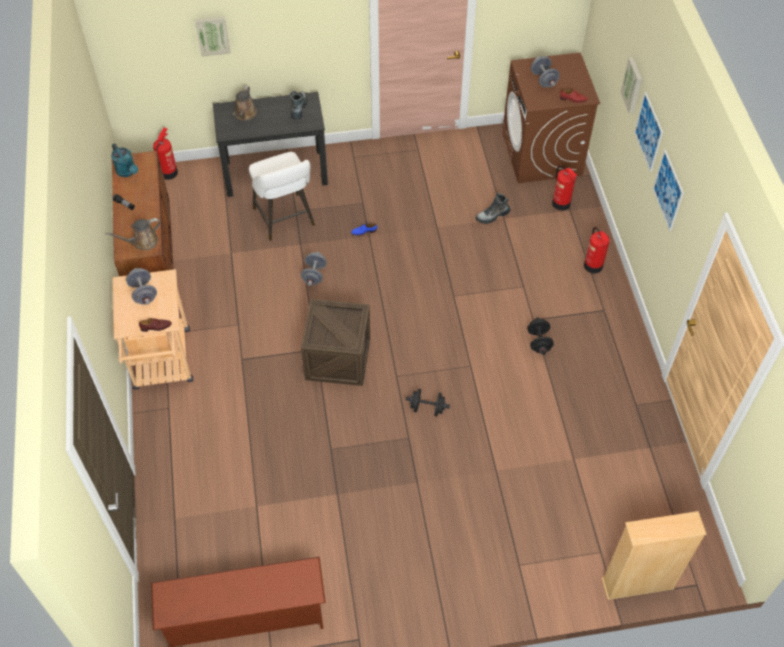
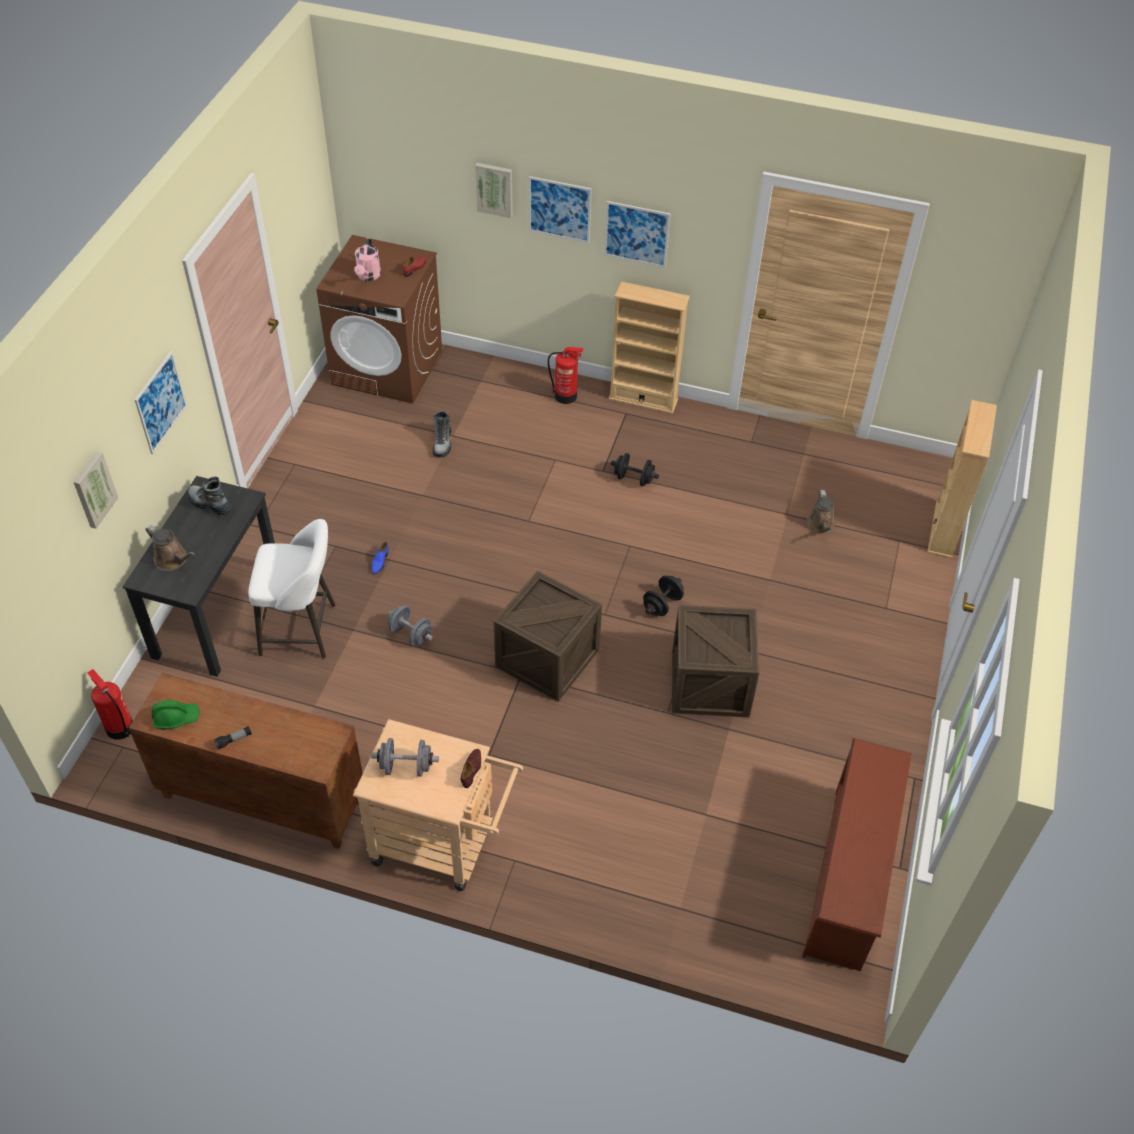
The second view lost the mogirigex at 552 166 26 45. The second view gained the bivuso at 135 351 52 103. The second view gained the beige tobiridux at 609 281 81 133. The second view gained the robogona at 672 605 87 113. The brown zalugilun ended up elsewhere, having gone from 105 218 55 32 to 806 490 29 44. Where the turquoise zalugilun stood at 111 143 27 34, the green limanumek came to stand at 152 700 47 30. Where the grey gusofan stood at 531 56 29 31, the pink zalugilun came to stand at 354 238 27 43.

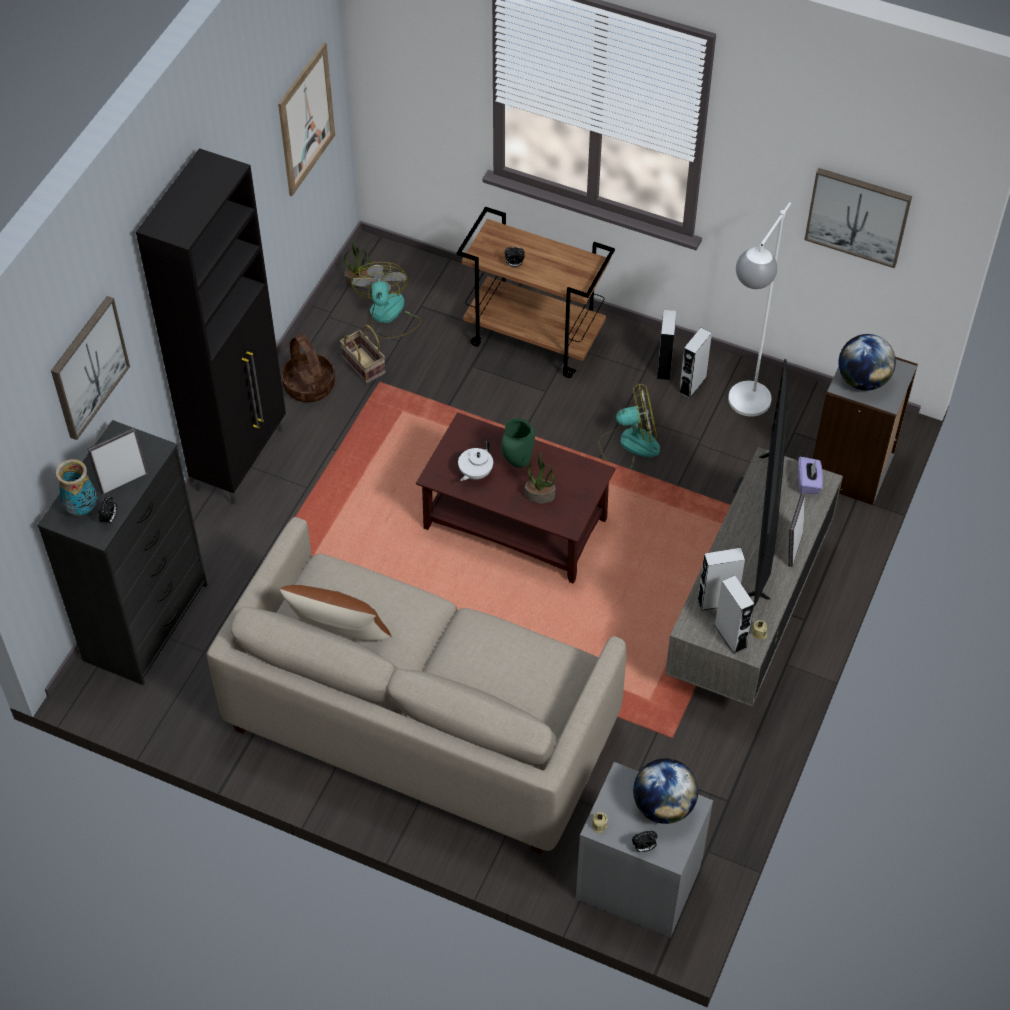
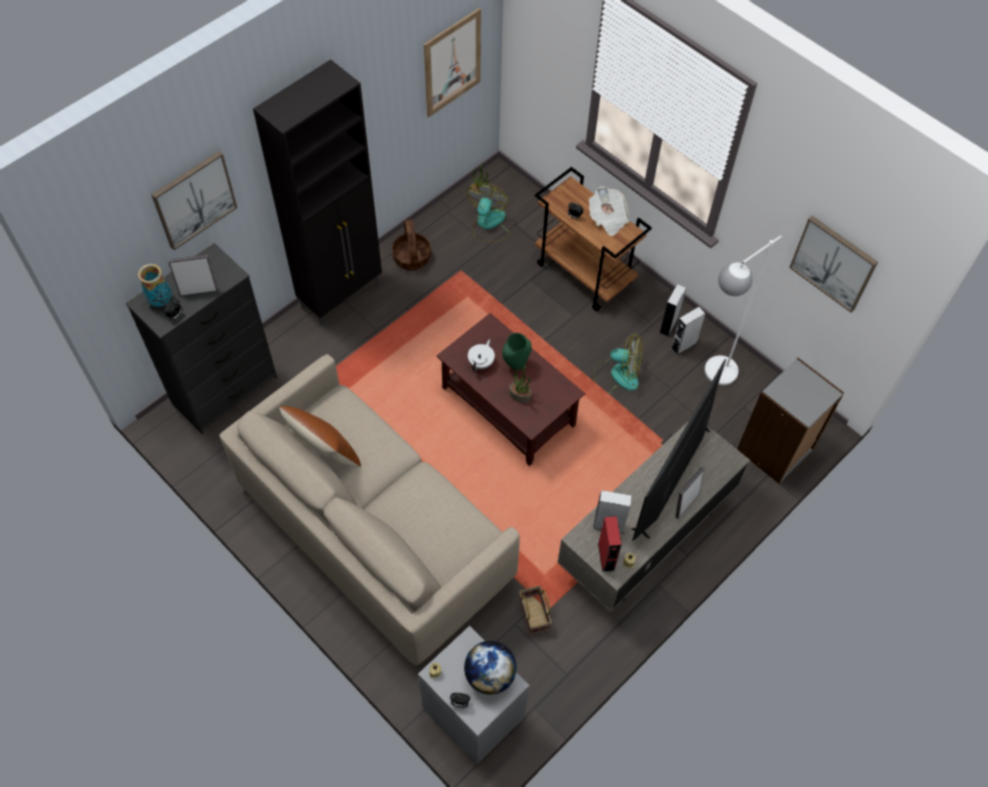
The second view lost the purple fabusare at 798 457 25 37. The second view lost the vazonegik at 839 334 57 56. The second view gained the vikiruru at 589 186 40 50. The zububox ended up elsewhere, having gone from 340 325 45 59 to 519 586 33 49. What was the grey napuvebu at 714 575 41 79 turned into the red napuvebu at 598 516 24 56. The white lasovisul at 458 441 35 40 ended up facing another way, 150 degrees clockwise from before.

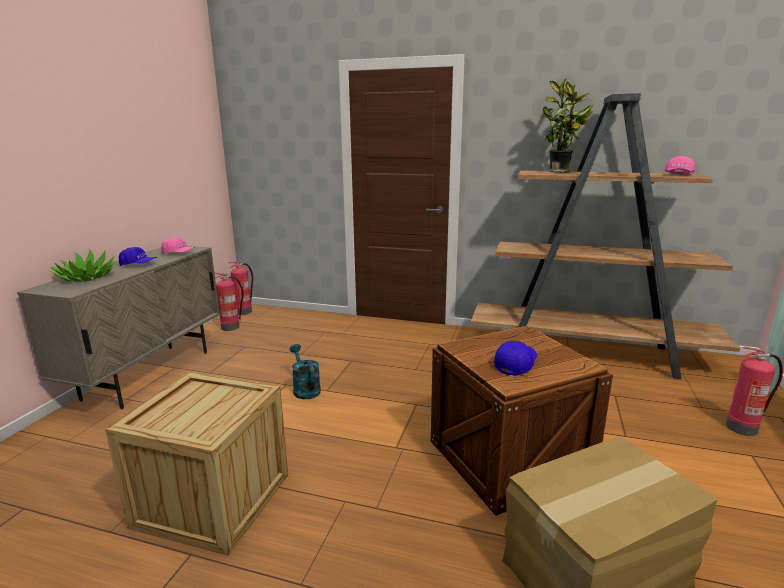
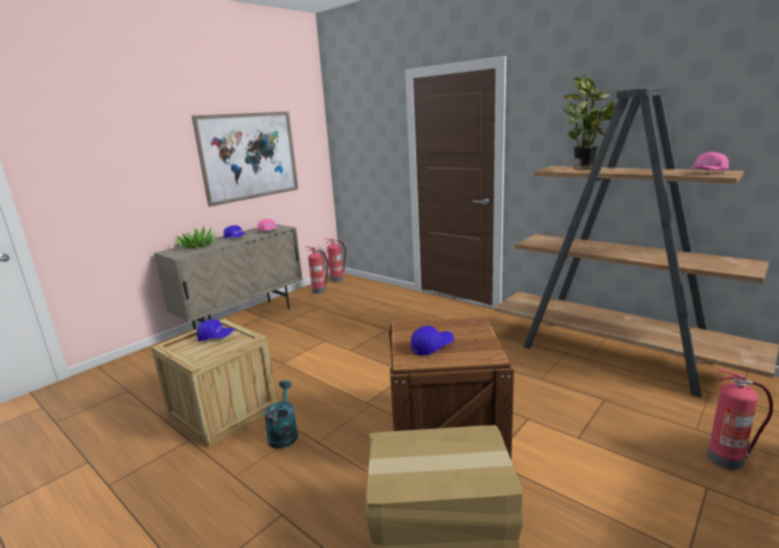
The second view gained the bivuso at 192 111 106 96. The second view gained the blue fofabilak at 197 319 37 22. The turquoise zalugilun ended up elsewhere, having gone from 290 344 31 55 to 264 380 34 69.

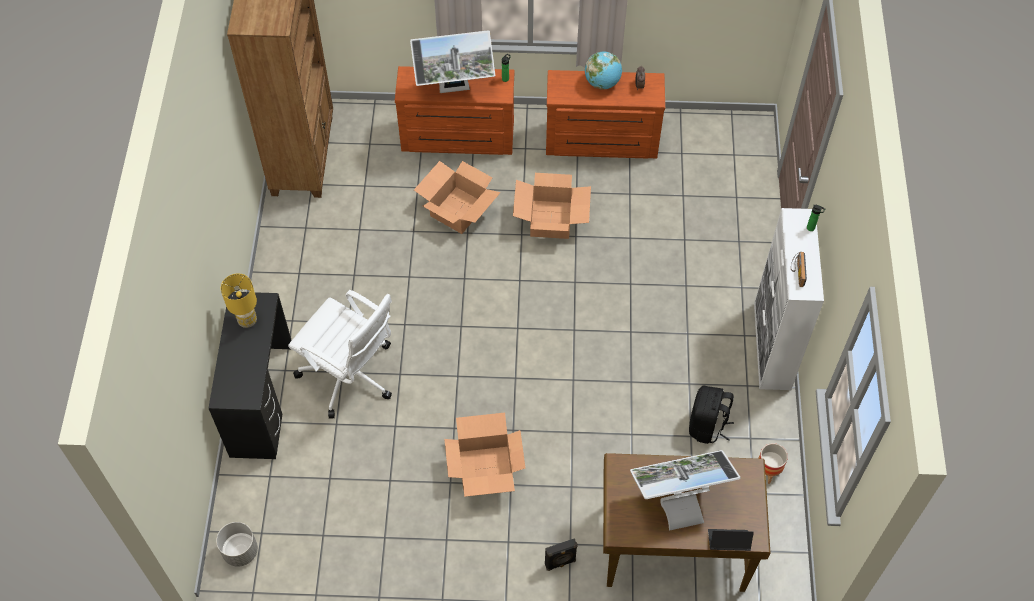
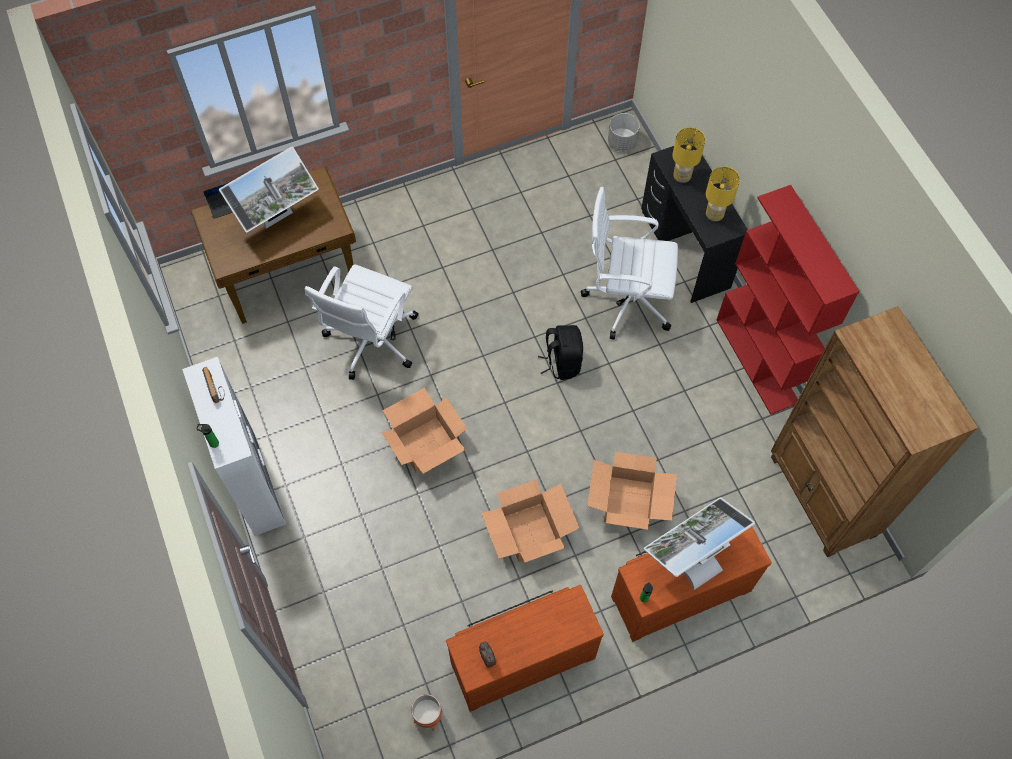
The second view lost the black napuvebu at 545 538 33 33. The second view lost the vazonegik at 585 52 37 38. The second view gained the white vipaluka at 305 264 114 116. The second view gained the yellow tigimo at 672 127 33 56. The second view gained the red tobiridux at 716 185 144 230. The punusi ended up elsewhere, having gone from 444 413 81 84 to 382 388 85 86. The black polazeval ended up elsewhere, having gone from 689 386 45 58 to 538 325 45 55. The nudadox ended up elsewhere, having gone from 758 443 30 41 to 411 694 32 37.

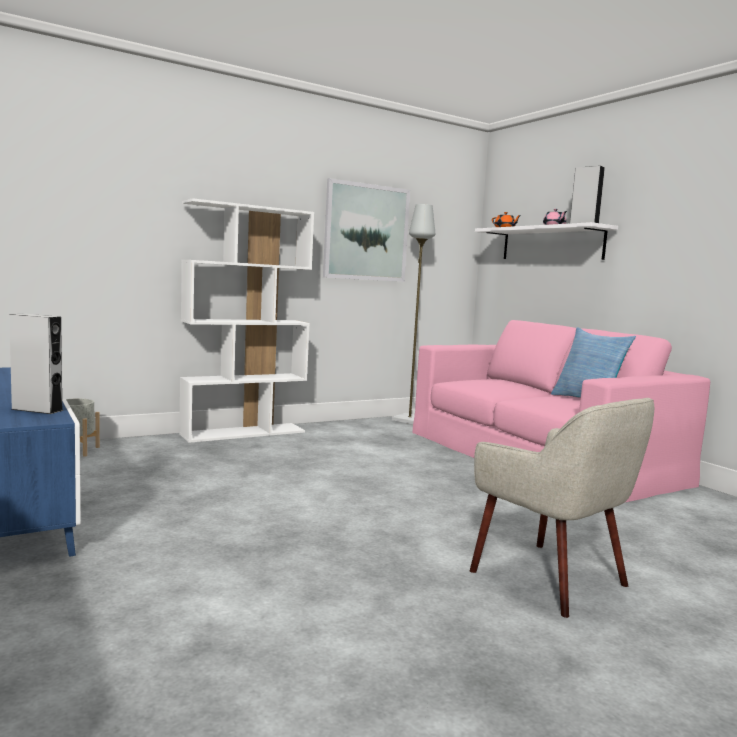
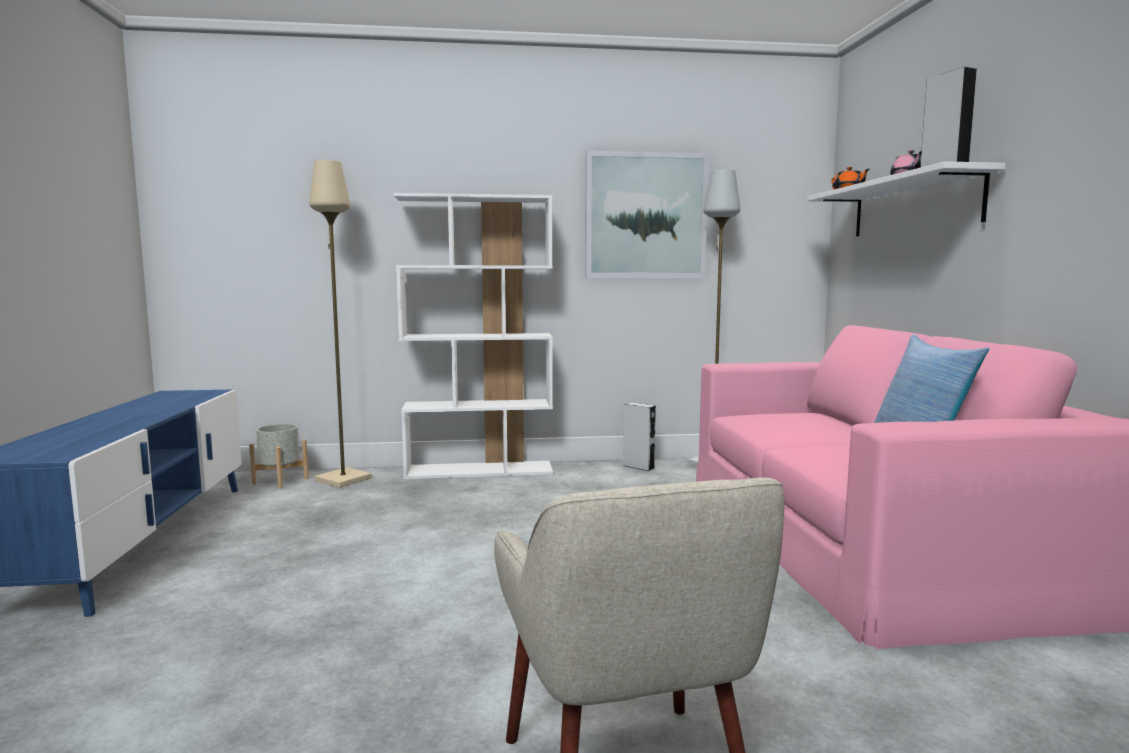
The second view gained the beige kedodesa at 309 160 63 328. The grey napuvebu ended up elsewhere, having gone from 9 314 54 100 to 623 402 33 69.

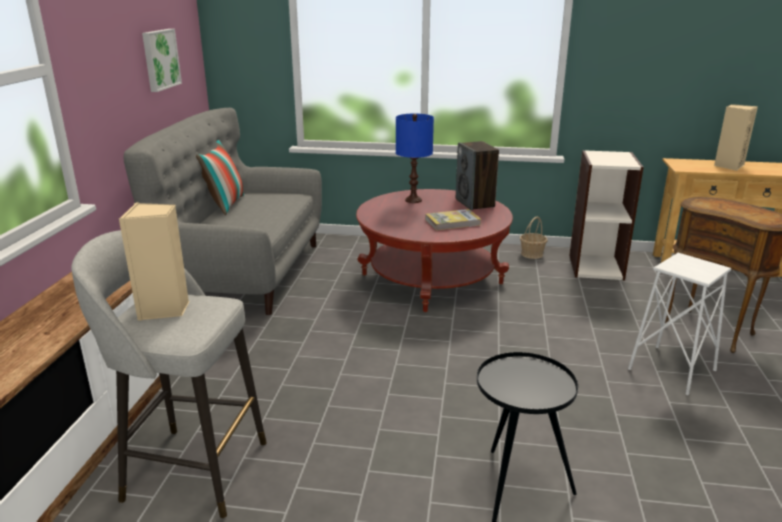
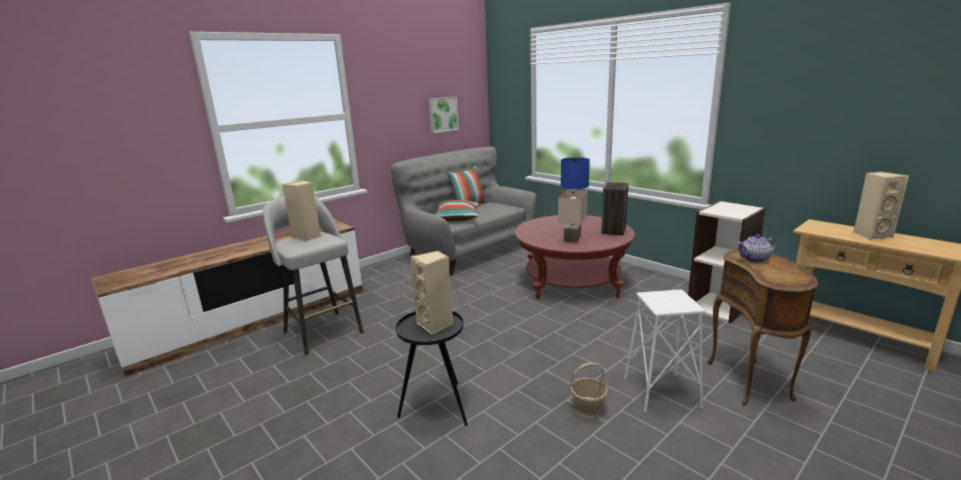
The second view gained the beige napuvebu at 410 251 43 84. The second view gained the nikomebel at 435 200 45 21. The second view gained the lasovisul at 738 234 38 29. The zububox ended up elsewhere, having gone from 520 217 28 42 to 571 363 37 55. Where the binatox stood at 425 209 56 22, the beige tigimo came to stand at 558 189 30 54.

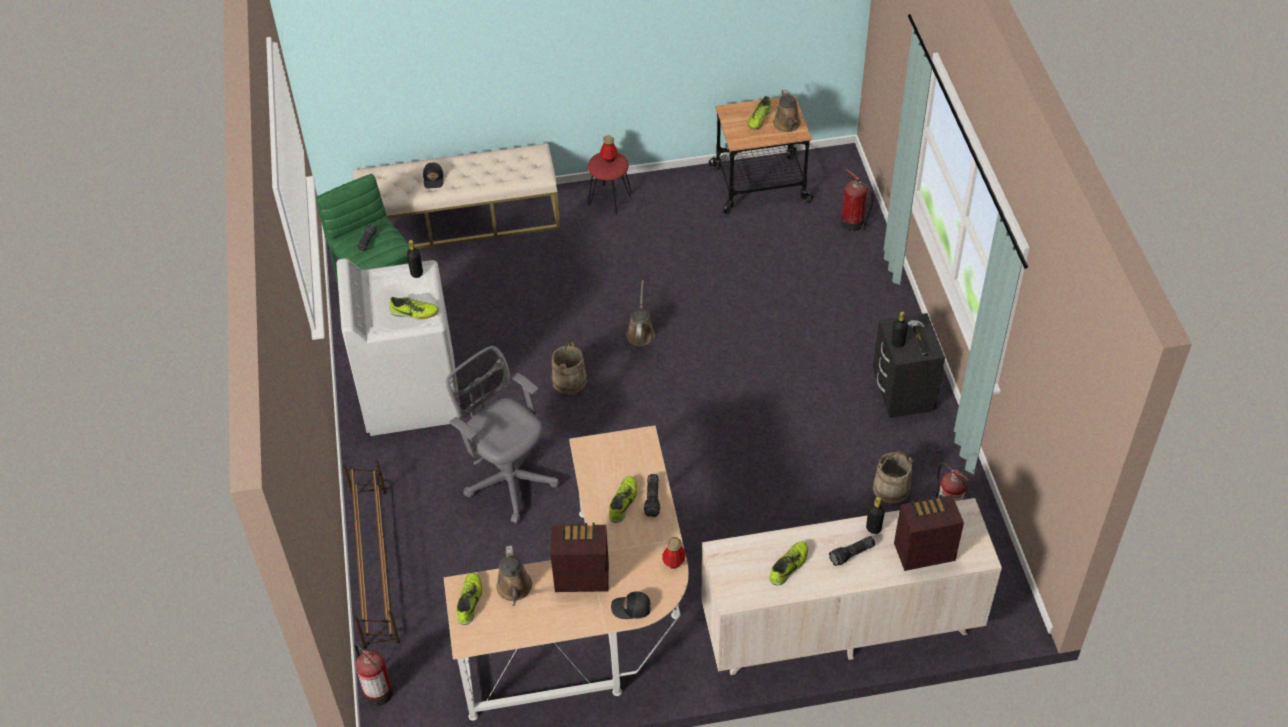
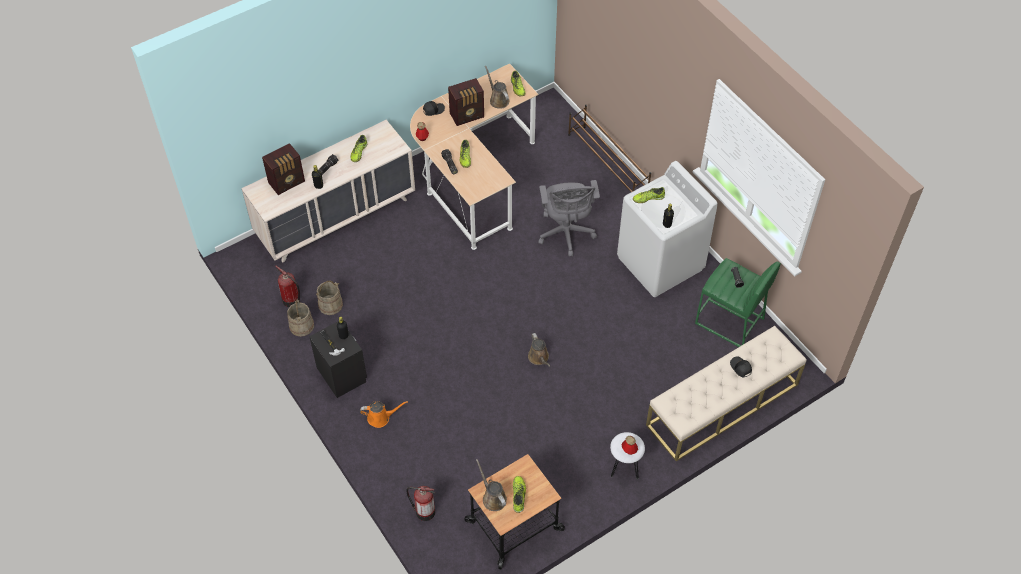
The second view lost the mogirigex at 354 643 39 63. The second view gained the orange zalugilun at 360 401 48 27. The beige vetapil ended up elsewhere, having gone from 552 340 35 55 to 287 300 27 37. What was the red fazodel at 588 153 44 62 turned into the white fazodel at 610 432 35 47. The grey vipaluka at 446 346 113 178 ended up facing another way, 60 degrees clockwise from before.

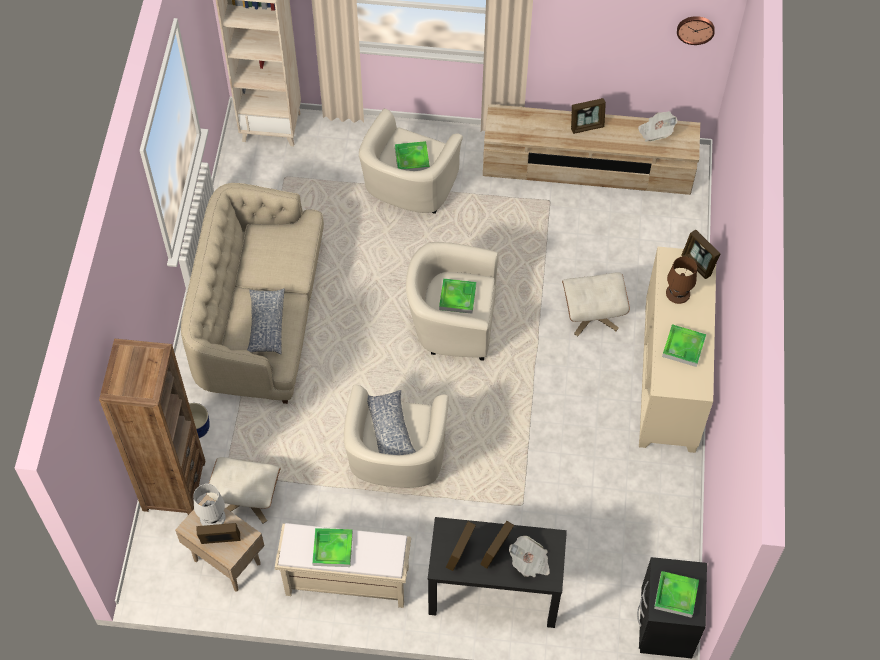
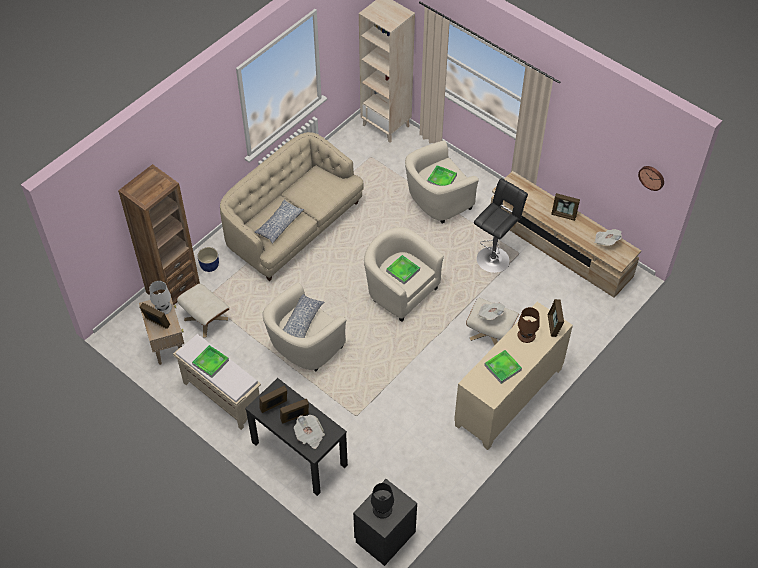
The second view gained the black fazodel at 474 178 54 95. The second view gained the vikiruru at 477 303 28 17. Where the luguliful stood at 654 571 45 47, the black tigimo came to stand at 371 483 23 36.

